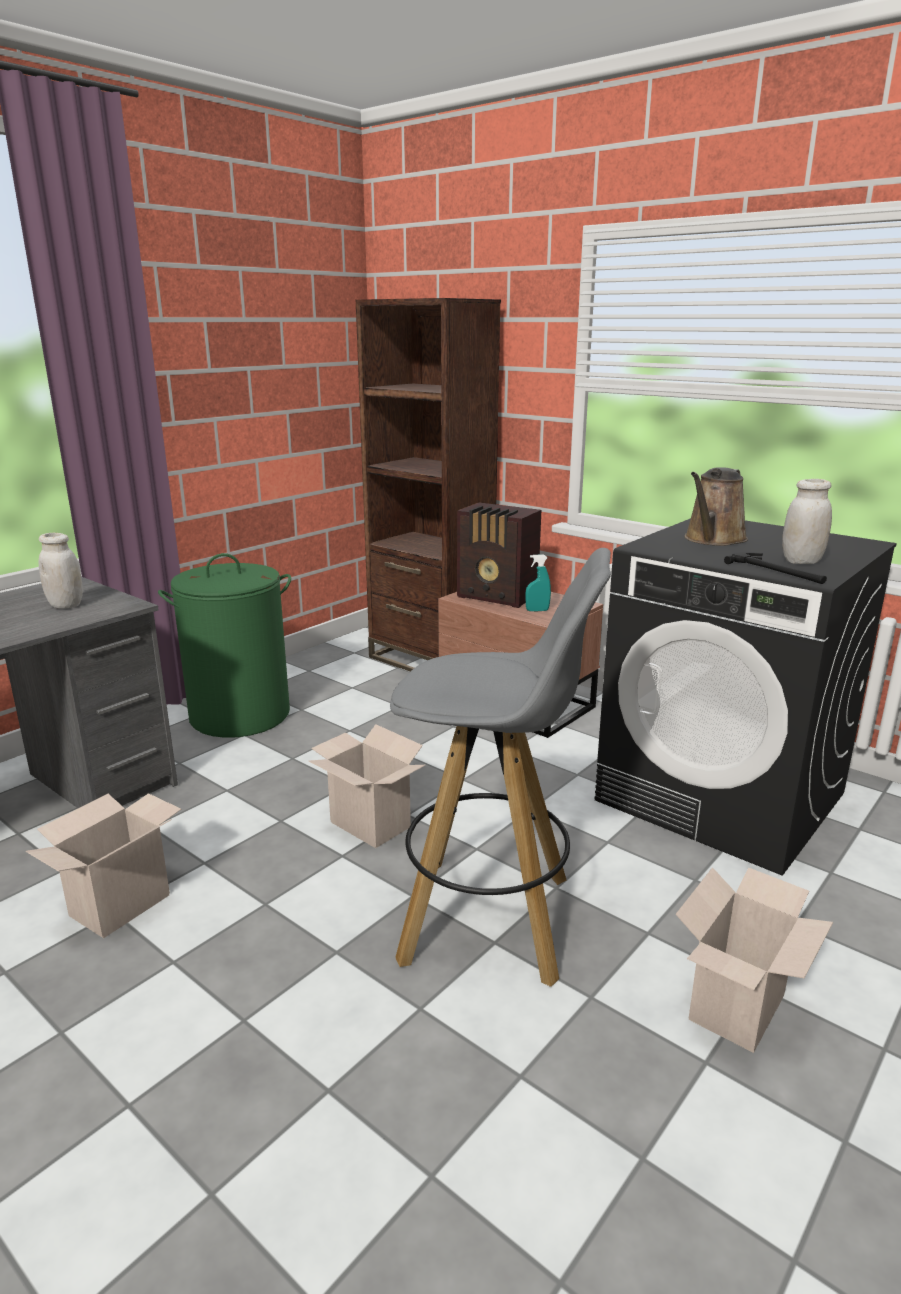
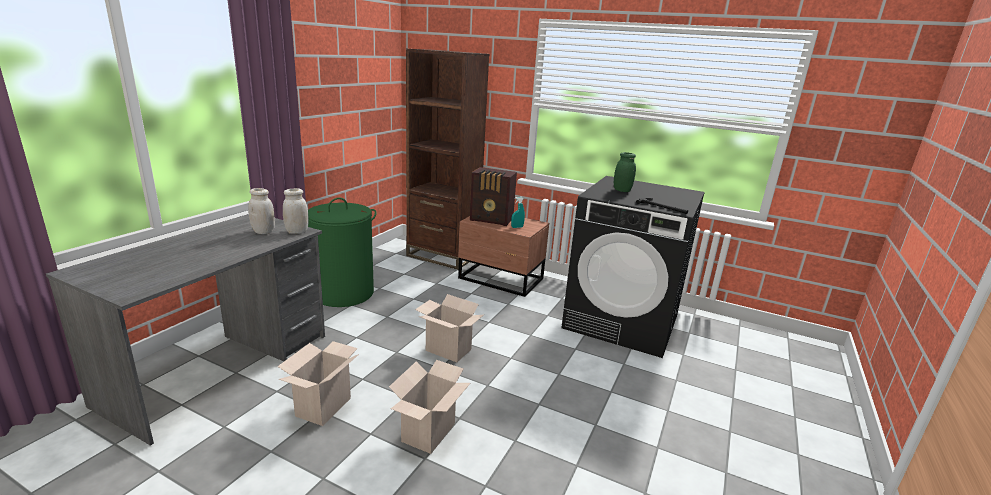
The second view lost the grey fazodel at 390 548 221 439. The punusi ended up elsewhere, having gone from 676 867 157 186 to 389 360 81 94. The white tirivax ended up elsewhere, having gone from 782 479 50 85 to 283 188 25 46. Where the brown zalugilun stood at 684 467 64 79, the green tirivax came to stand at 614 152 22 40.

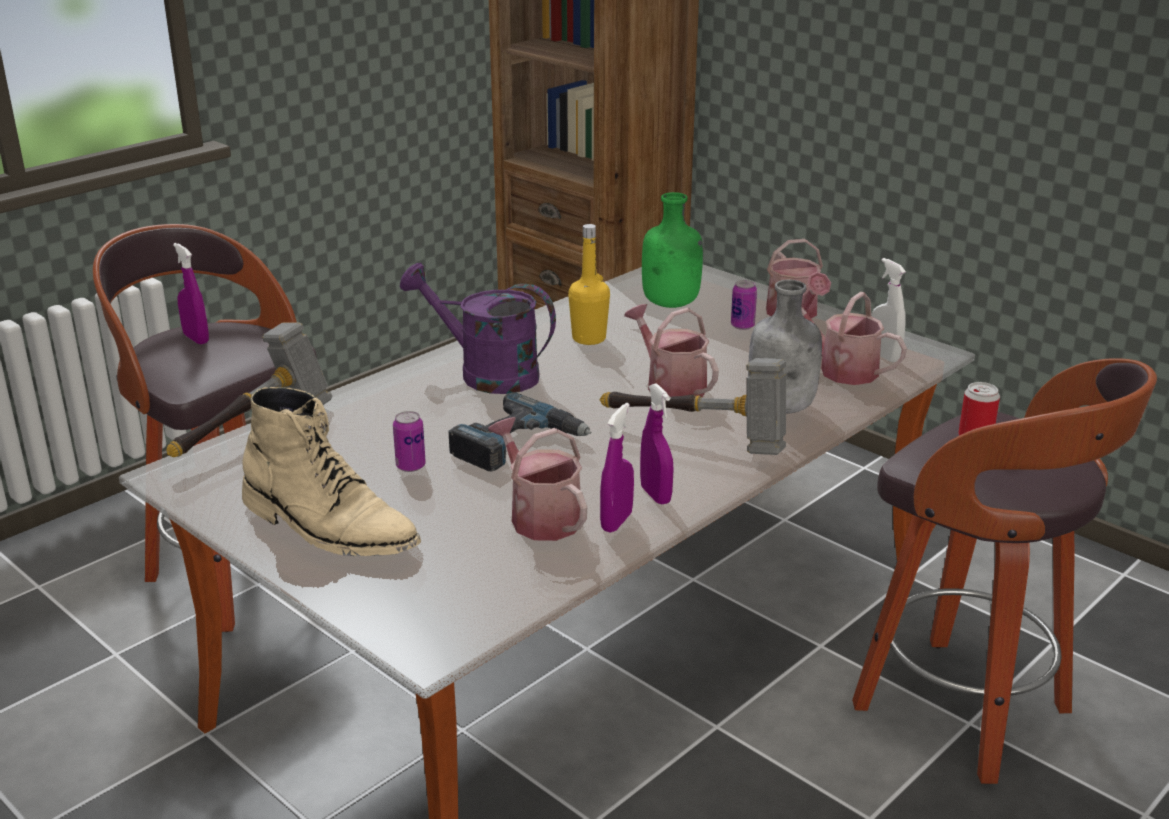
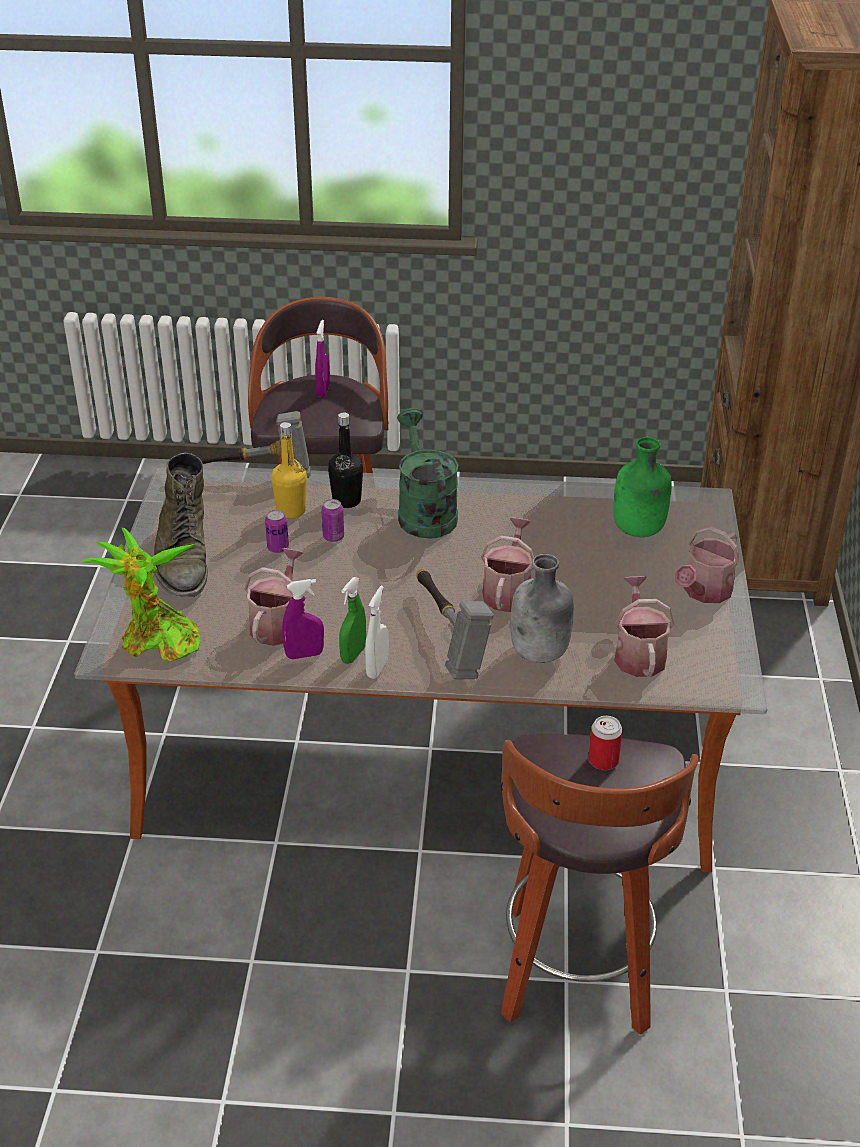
The second view lost the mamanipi at 449 393 142 78. The second view gained the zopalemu at 82 528 118 133. The second view gained the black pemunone at 328 412 35 96. The yellow pemunone ended up elsewhere, having gone from 568 224 42 121 to 271 422 36 97. The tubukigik ended up elsewhere, having gone from 731 280 26 50 to 321 499 23 43. The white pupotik ended up elsewhere, having gone from 871 258 35 104 to 365 586 24 93. What was the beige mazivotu at 242 387 179 169 turned into the green mazivotu at 154 453 54 144. What was the purple zalugilun at 400 263 156 131 turned into the green zalugilun at 397 408 62 131. What was the purple pupotik at 640 383 34 121 turned into the green pupotik at 339 577 27 87.

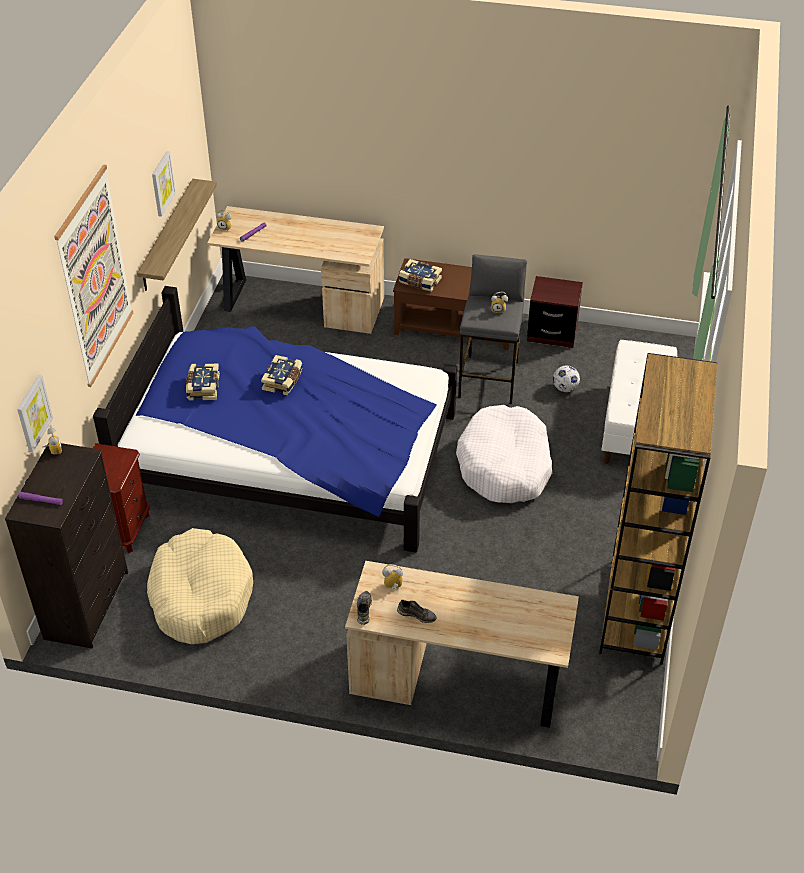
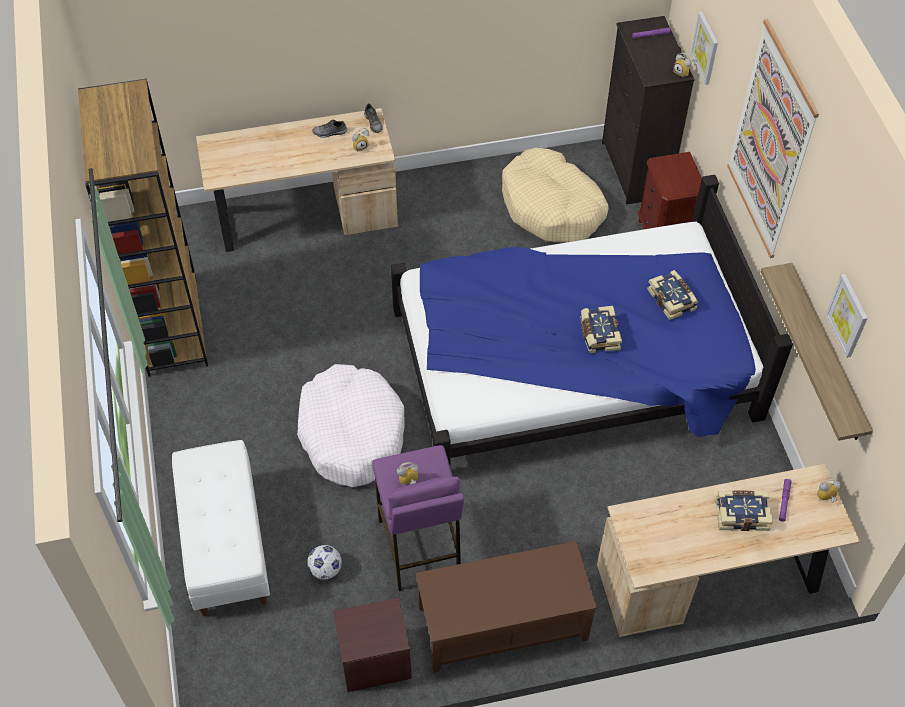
The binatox ended up elsewhere, having gone from 399 259 43 33 to 716 490 57 41. What was the grey fazodel at 458 254 69 150 turned into the purple fazodel at 372 445 92 146.

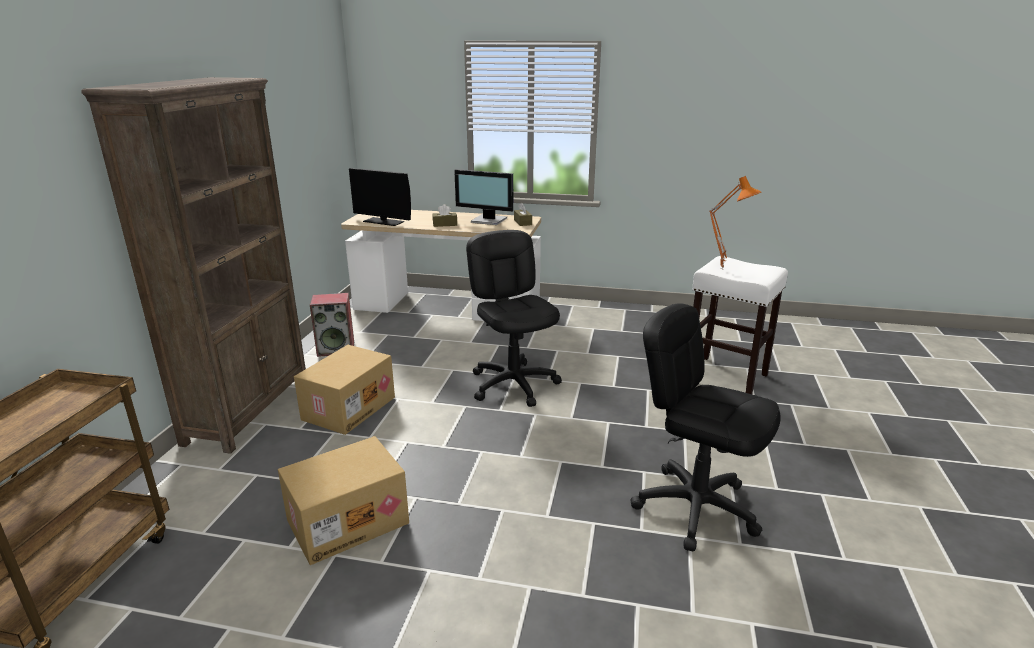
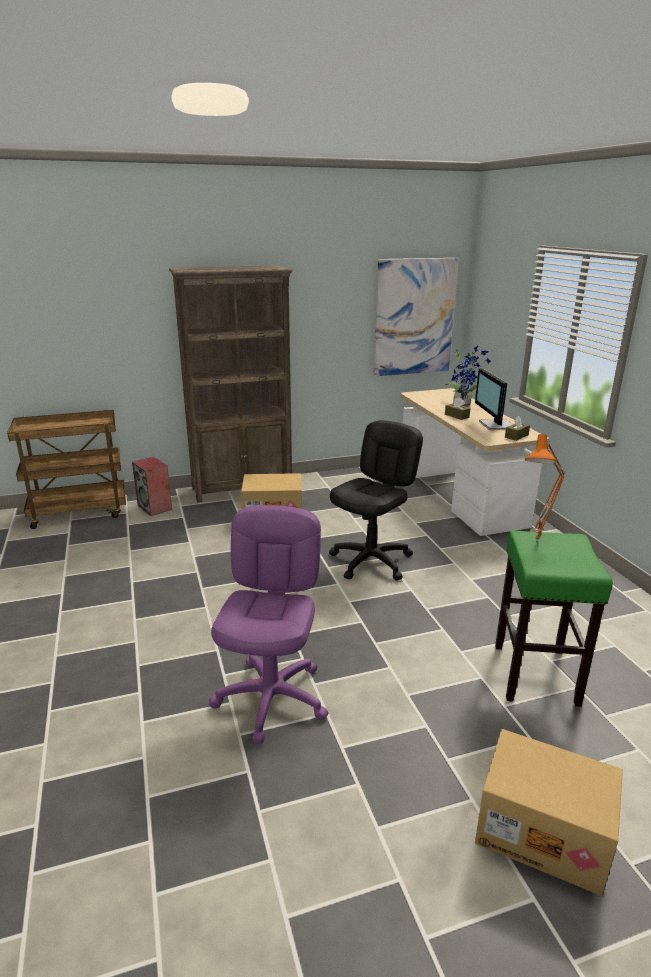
The second view lost the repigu at 349 168 62 58. The second view gained the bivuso at 374 258 85 118. The second view gained the zopalemu at 445 346 46 61. The punusi ended up elsewhere, having gone from 278 436 131 129 to 475 729 148 167. The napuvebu ended up elsewhere, having gone from 310 293 44 64 to 132 457 40 59. What was the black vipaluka at 630 303 151 249 turned into the purple vipaluka at 209 505 119 239. What was the white fazodel at 692 256 96 138 turned into the green fazodel at 495 531 118 176.

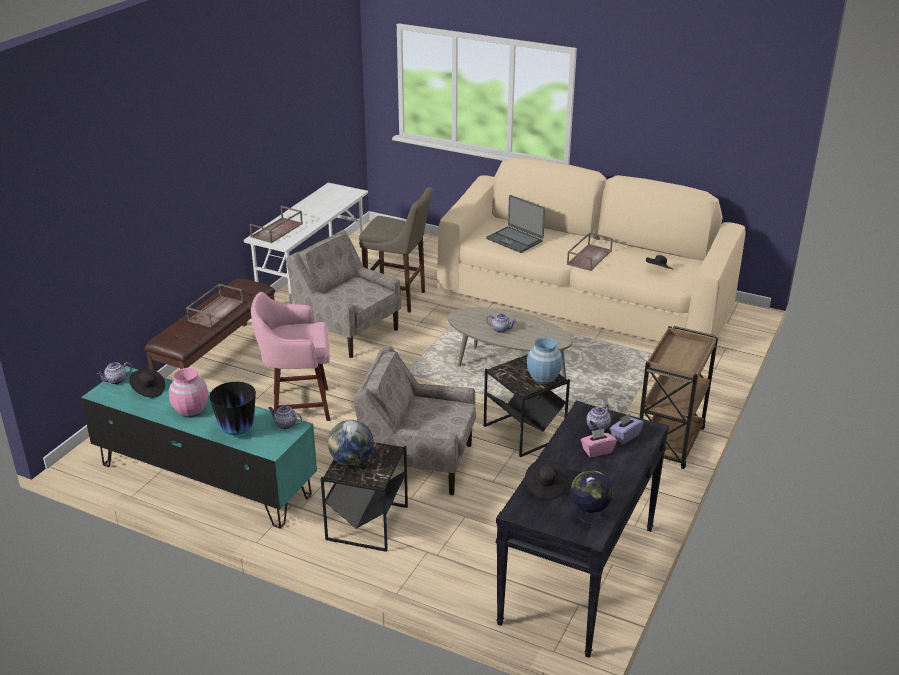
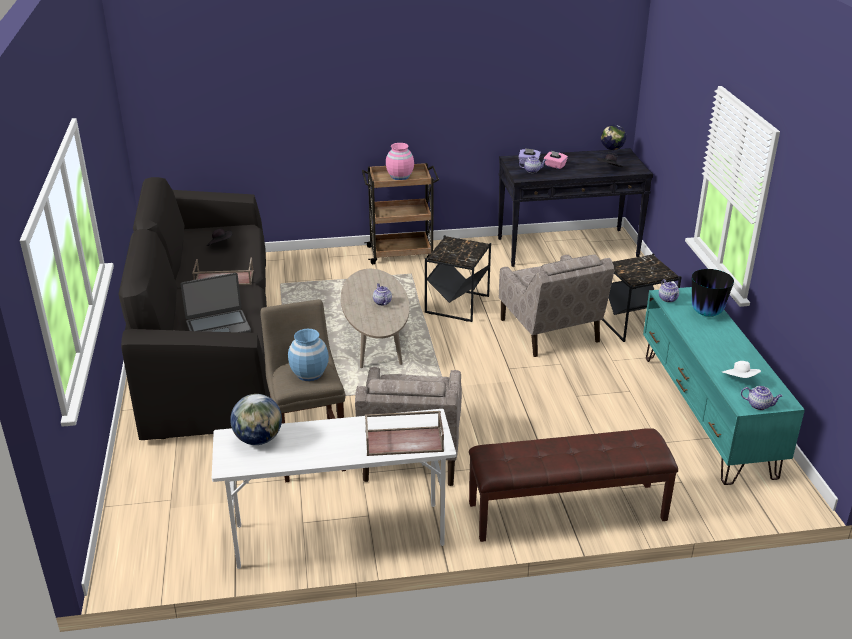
The second view lost the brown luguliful at 186 283 58 45. The second view lost the pink fazodel at 251 292 79 129. The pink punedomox ended up elsewhere, having gone from 169 368 39 50 to 386 143 28 37. The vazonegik ended up elsewhere, having gone from 328 420 46 46 to 230 394 52 51. The blue punedomox ended up elsewhere, having gone from 527 337 36 47 to 288 329 41 52. What was the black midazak at 130 369 35 29 turned into the white midazak at 722 361 39 17. What was the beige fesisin at 437 157 309 185 turned into the black fesisin at 118 177 152 263. The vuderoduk at 486 195 59 58 ended up facing another way, 60 degrees clockwise from before.

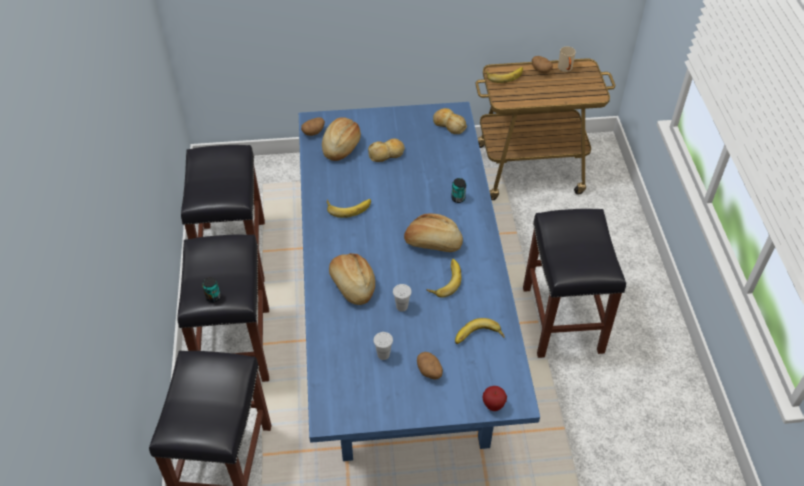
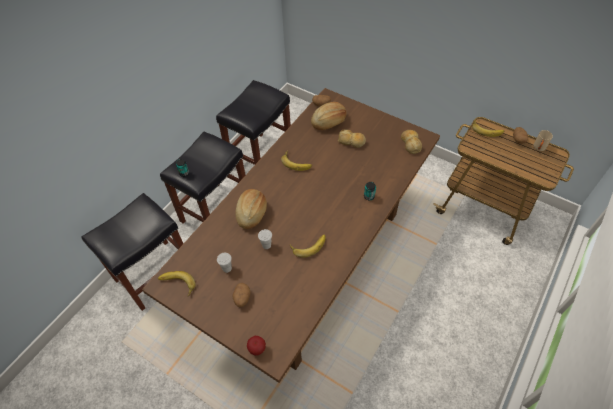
The second view lost the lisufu at 404 214 59 38. The second view lost the black fazodel at 523 209 103 149. The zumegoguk ended up elsewhere, having gone from 455 318 50 26 to 158 271 38 25. What was the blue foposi at 299 102 241 359 turned into the brown foposi at 142 88 298 295.

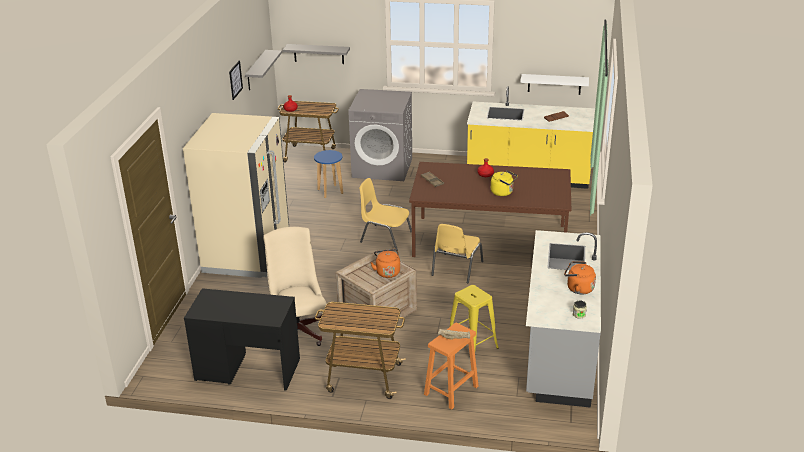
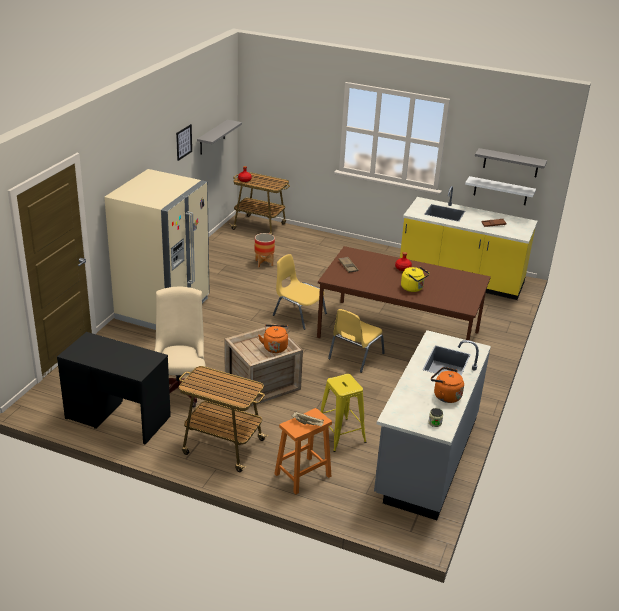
The second view lost the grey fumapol at 348 89 64 92. The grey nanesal ended up elsewhere, having gone from 282 44 68 20 to 475 148 72 29. Where the blue fazodel stood at 314 150 29 48, the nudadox came to stand at 255 233 20 34.

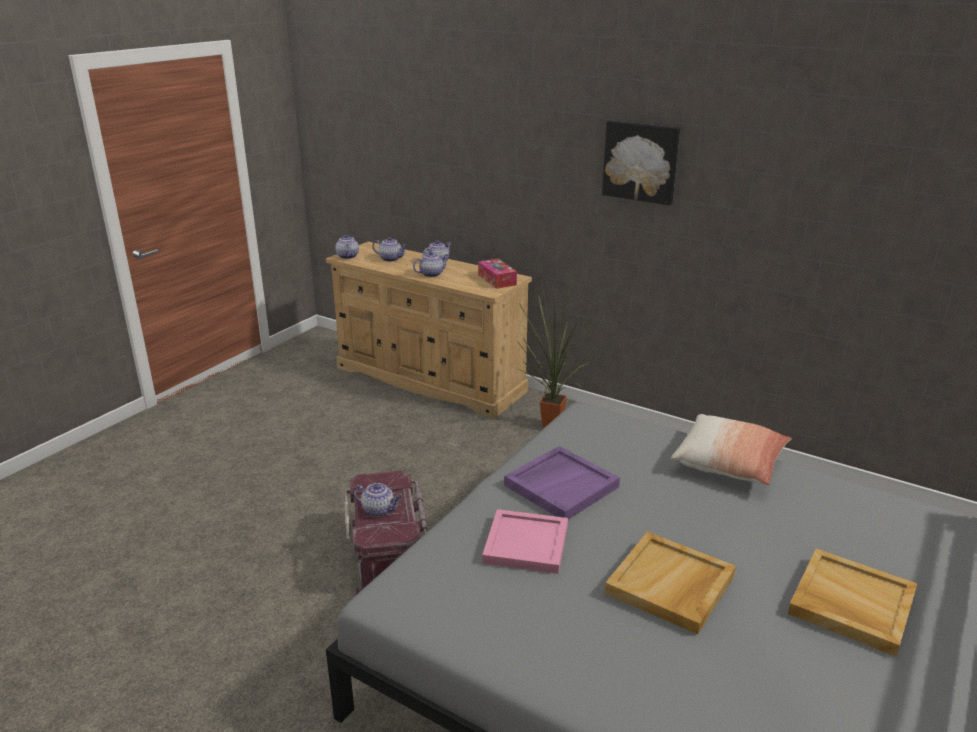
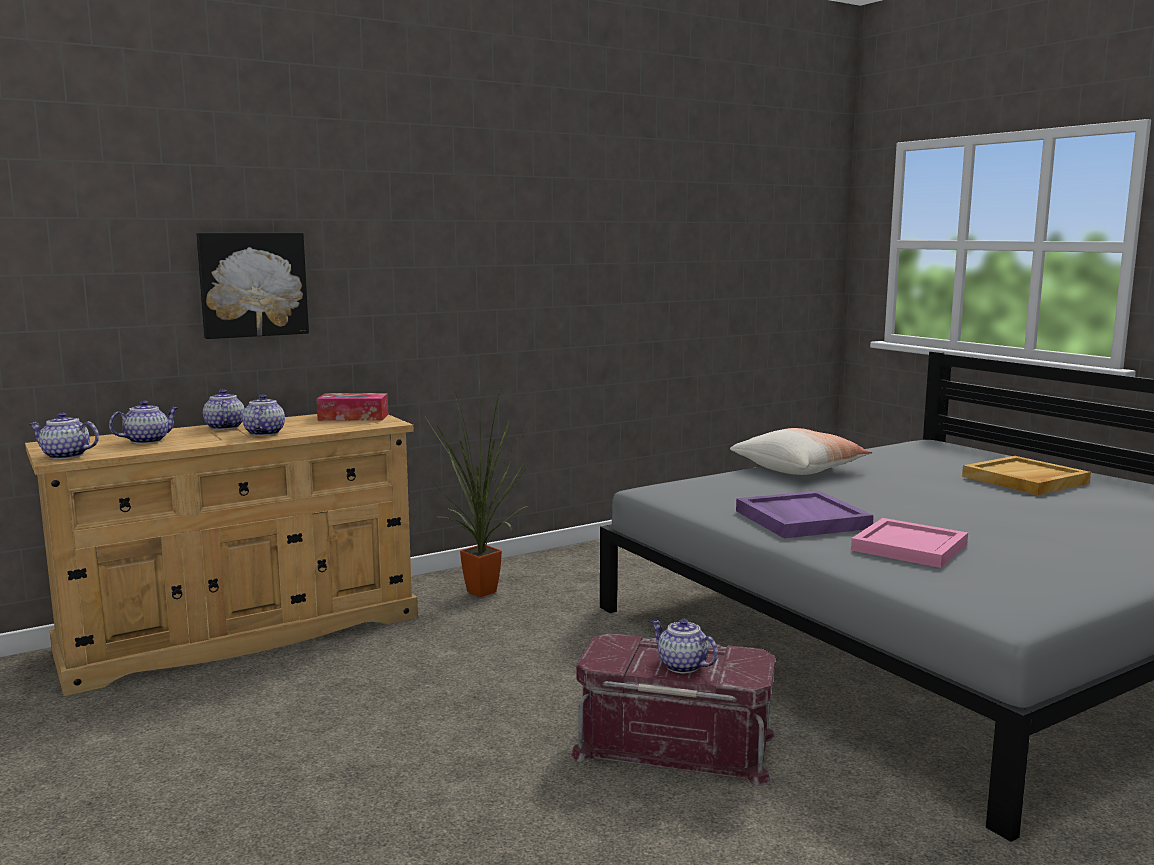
The second view lost the beige luguliful at 605 532 131 102. The bivuso ended up elsewhere, having gone from 602 120 78 85 to 196 233 113 106. The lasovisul at 353 483 49 34 ended up facing another way, 90 degrees counterclockwise from before.

